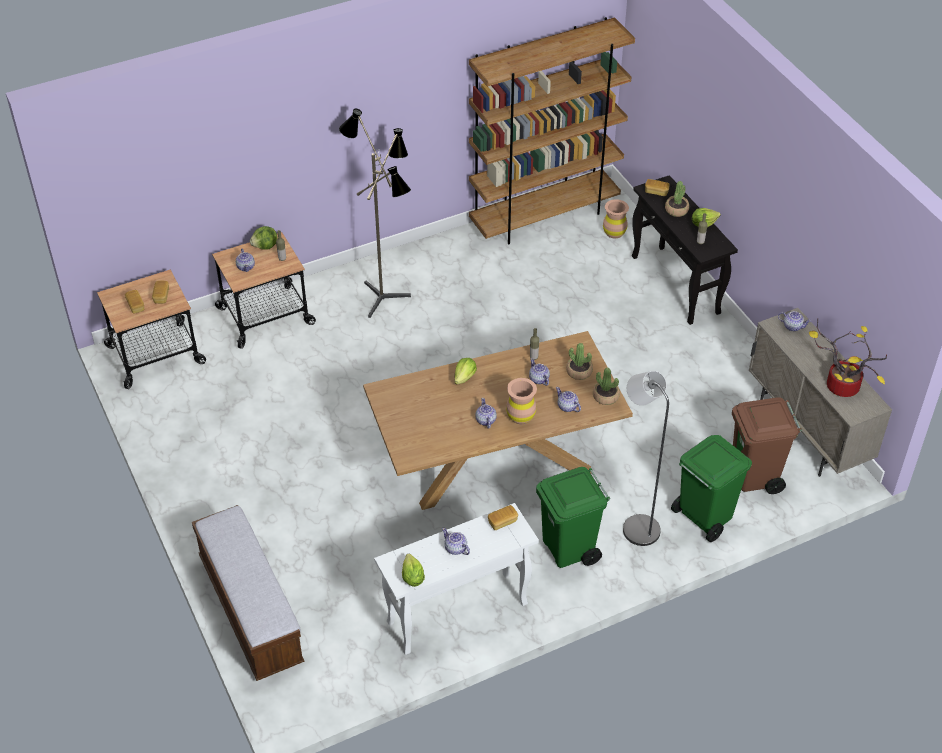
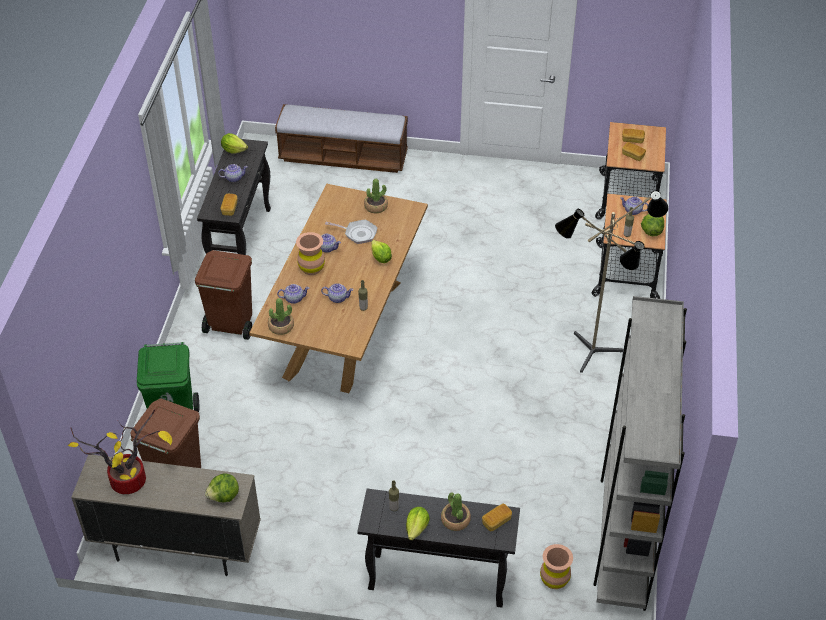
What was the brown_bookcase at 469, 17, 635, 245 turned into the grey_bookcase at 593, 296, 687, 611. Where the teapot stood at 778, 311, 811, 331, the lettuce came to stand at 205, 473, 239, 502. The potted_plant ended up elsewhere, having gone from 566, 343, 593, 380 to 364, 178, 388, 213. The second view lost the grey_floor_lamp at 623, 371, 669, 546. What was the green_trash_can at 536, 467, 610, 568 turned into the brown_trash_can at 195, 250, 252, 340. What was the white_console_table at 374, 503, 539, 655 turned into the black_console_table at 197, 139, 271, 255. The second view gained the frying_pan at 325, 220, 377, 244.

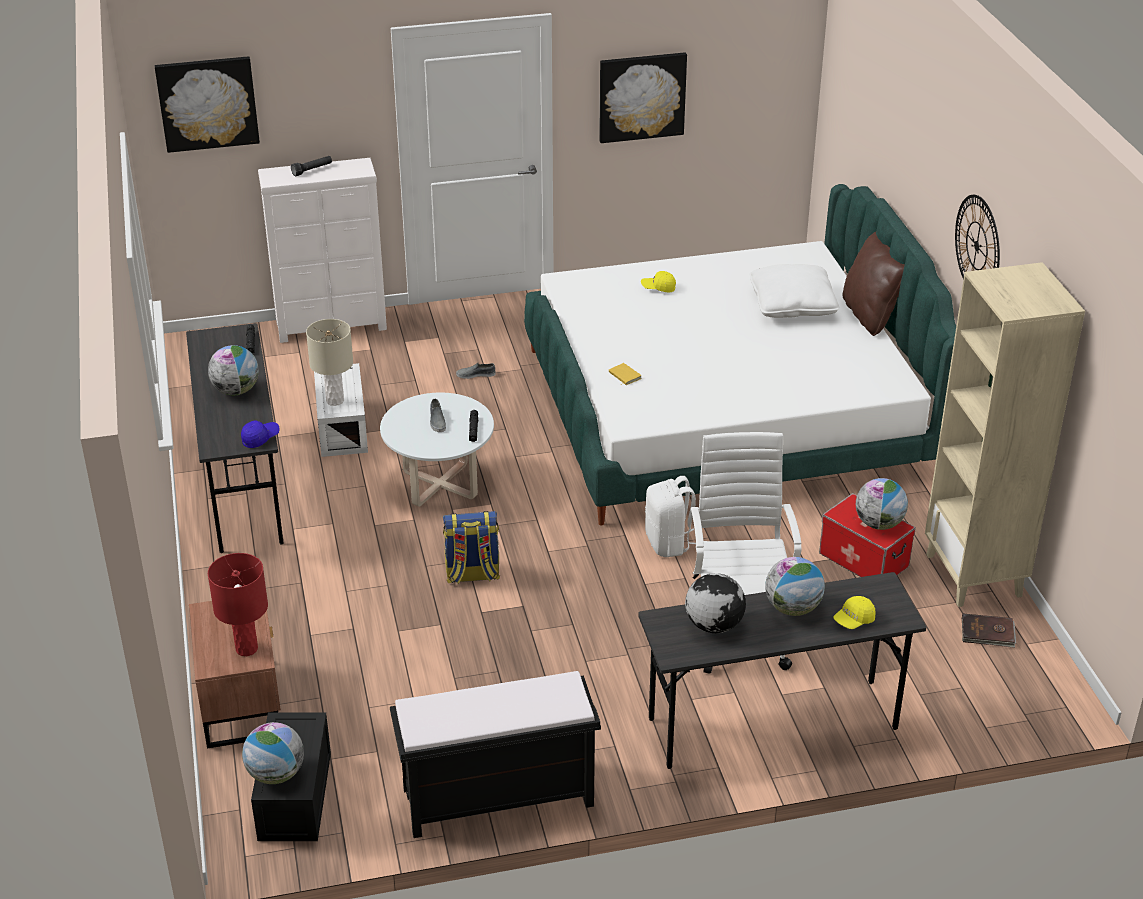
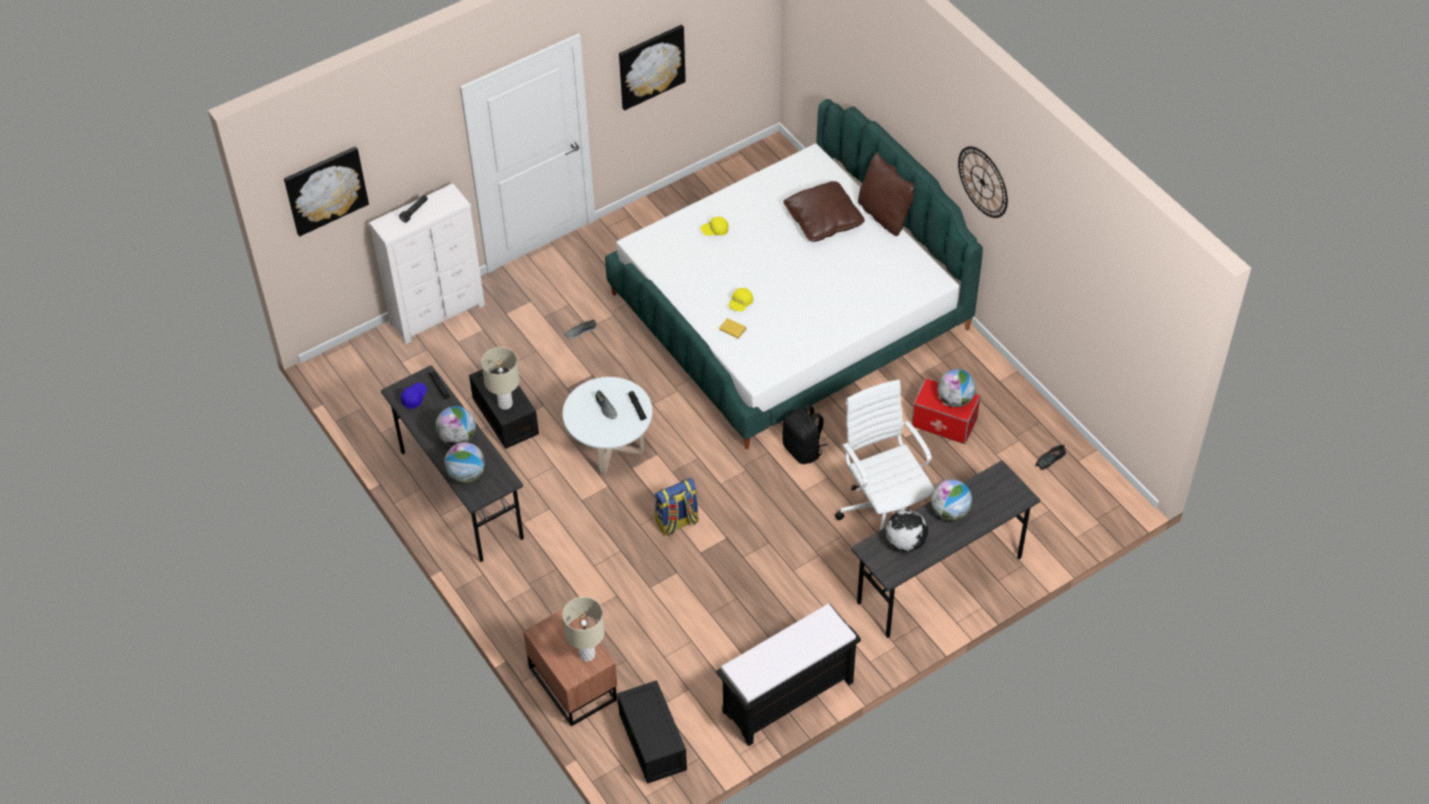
The second view lost the beige_bookcase at 925, 262, 1085, 607. What was the white_pillow at 749, 264, 839, 318 turned into the brown_pillow at 783, 181, 865, 242. What was the white_storage_box at 314, 363, 368, 457 turned into the black_storage_box at 469, 368, 539, 449. The blue_cap ended up elsewhere, having gone from 241, 421, 280, 448 to 401, 382, 427, 409. What was the white_backpack at 645, 476, 696, 557 turned into the black_backpack at 782, 404, 827, 464. What was the red_table_lamp at 208, 553, 268, 656 turned into the beige_table_lamp at 563, 597, 604, 661. The yellow_cap ended up elsewhere, having gone from 833, 596, 876, 629 to 728, 288, 753, 311. Where the brown_book stood at 962, 613, 1016, 648, the black_shoe came to stand at 1035, 445, 1066, 470. The globe ended up elsewhere, having gone from 242, 722, 304, 784 to 444, 442, 485, 483.

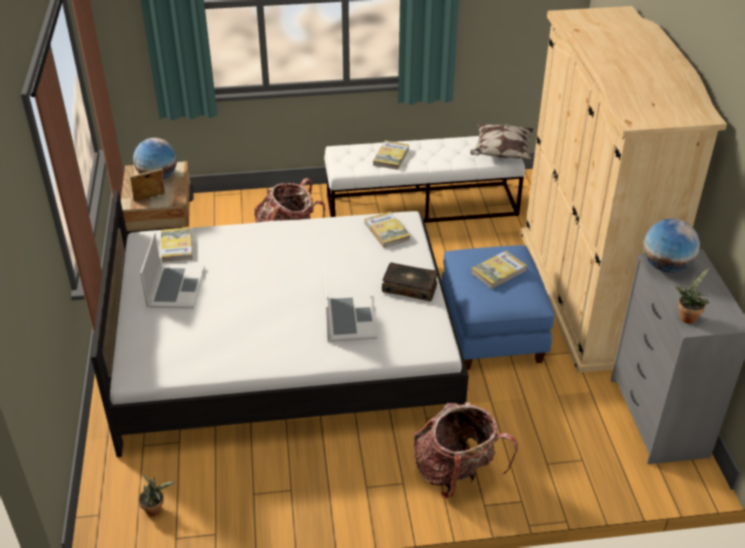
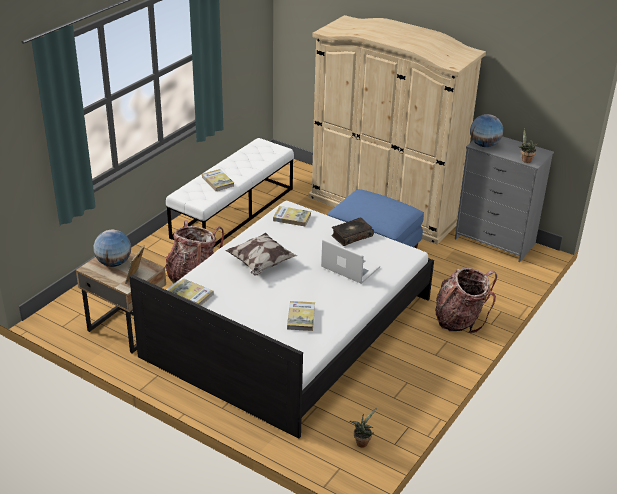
The pillow ended up elsewhere, having gone from 470, 124, 534, 159 to 225, 233, 297, 276. The second view lost the laptop at 140, 232, 205, 309. The book ended up elsewhere, having gone from 471, 251, 527, 289 to 287, 301, 315, 331.

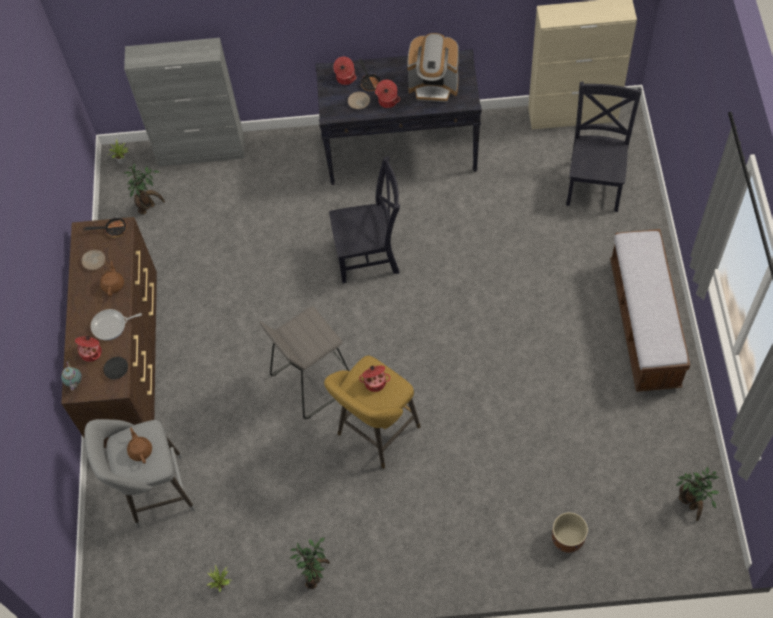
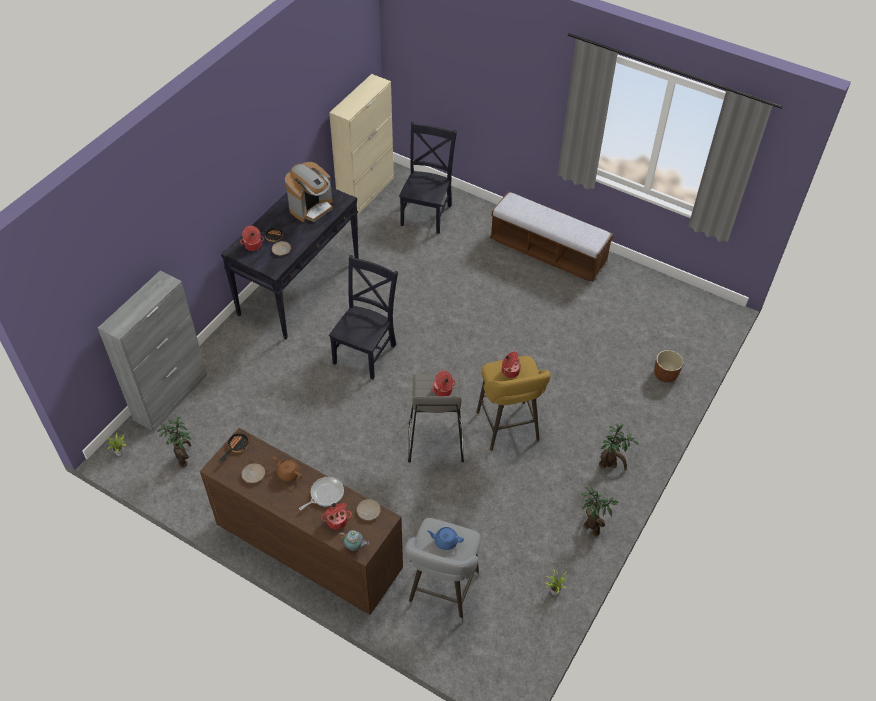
The cooking_pot ended up elsewhere, having gone from 375, 80, 400, 108 to 431, 371, 456, 396. The black_chair at 566, 82, 642, 212 ended up facing another way, 60 degrees clockwise from before. The frying_pan at 91, 309, 142, 340 ended up facing another way, 150 degrees counterclockwise from before. What was the black_plate at 103, 357, 128, 380 turned into the beige_plate at 357, 499, 381, 520. What was the brown_teapot at 127, 427, 152, 464 turned into the blue_teapot at 427, 527, 464, 550. The potted_plant ended up elsewhere, having gone from 676, 466, 720, 521 to 599, 424, 639, 470.

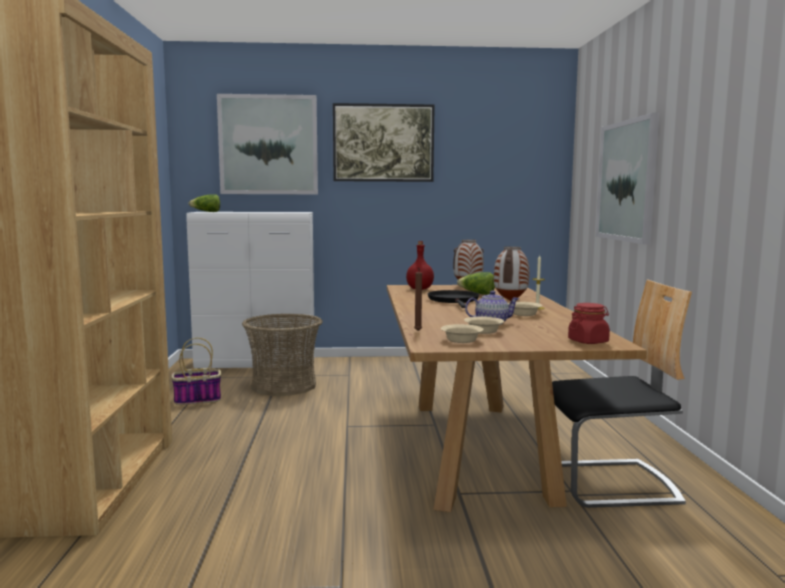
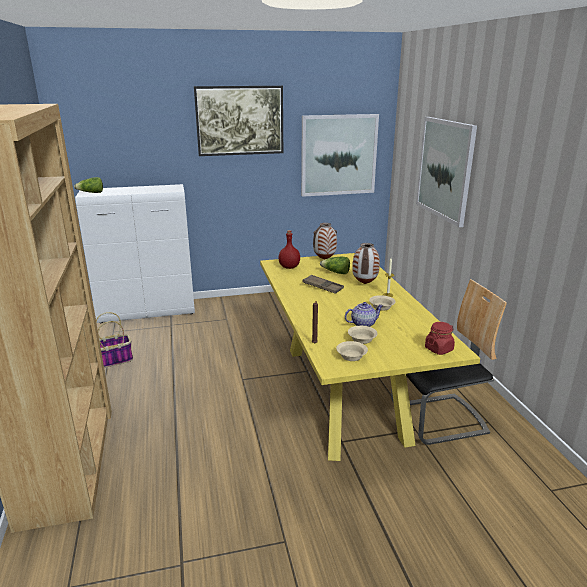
The picture ended up elsewhere, having gone from 217, 94, 318, 195 to 301, 114, 379, 197. What was the brown_dining_table at 387, 285, 647, 512 turned into the yellow_dining_table at 260, 253, 480, 461. Where the black_frying_pan stood at 427, 290, 479, 308, the brown_tray came to stand at 303, 275, 344, 294. The second view lost the basket at 242, 313, 323, 396.

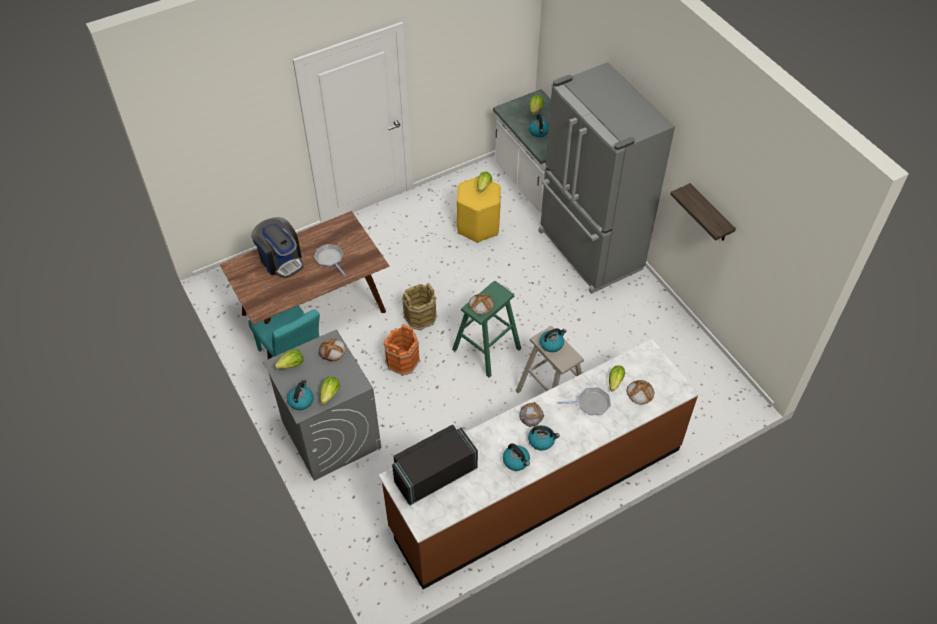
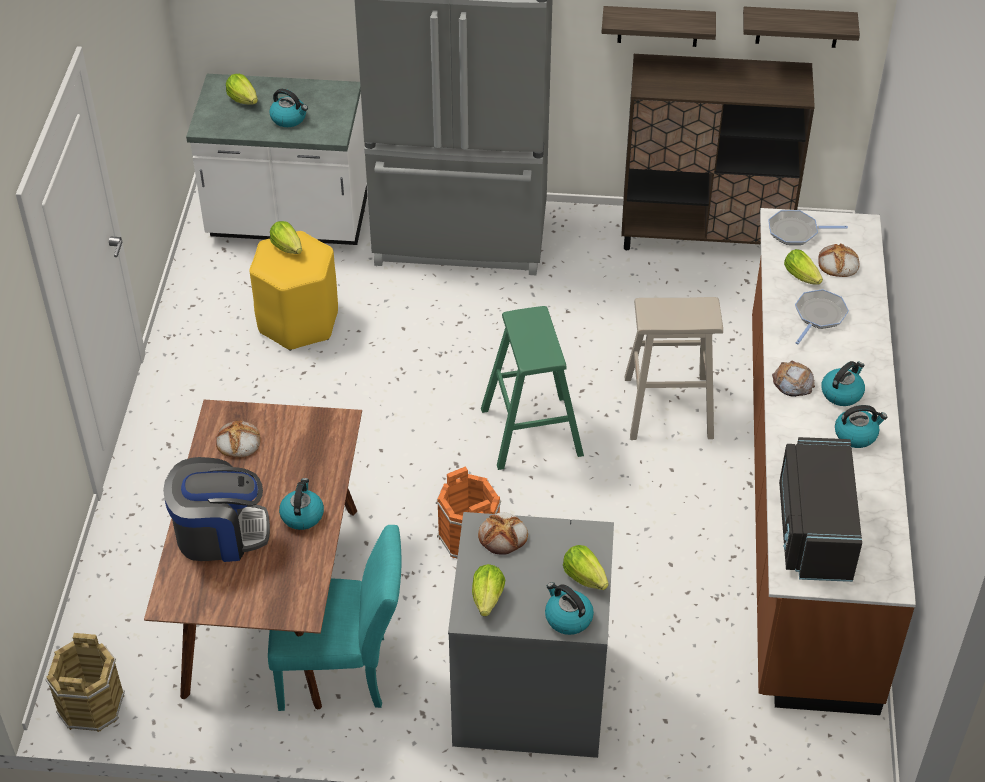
The frying_pan ended up elsewhere, having gone from 314, 244, 346, 276 to 768, 210, 848, 245. The brown_bucket ended up elsewhere, having gone from 402, 283, 437, 330 to 45, 633, 125, 732. The bread ended up elsewhere, having gone from 469, 293, 494, 315 to 216, 420, 261, 458. The kettle ended up elsewhere, having gone from 540, 328, 566, 352 to 279, 478, 324, 530. The second view gained the shelf at 743, 7, 860, 48. The second view gained the brown_cabinet at 621, 54, 815, 250.

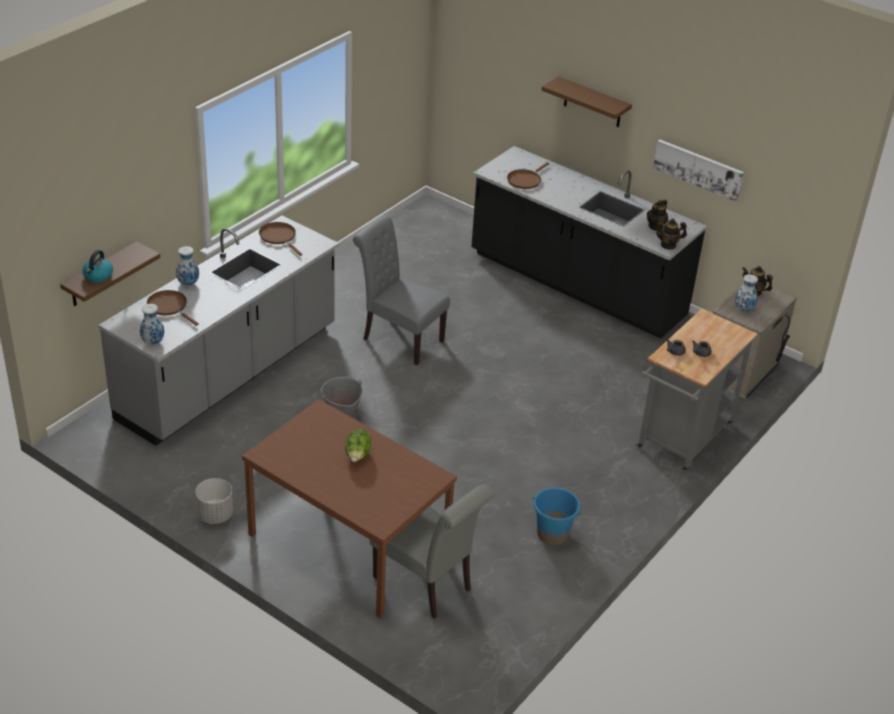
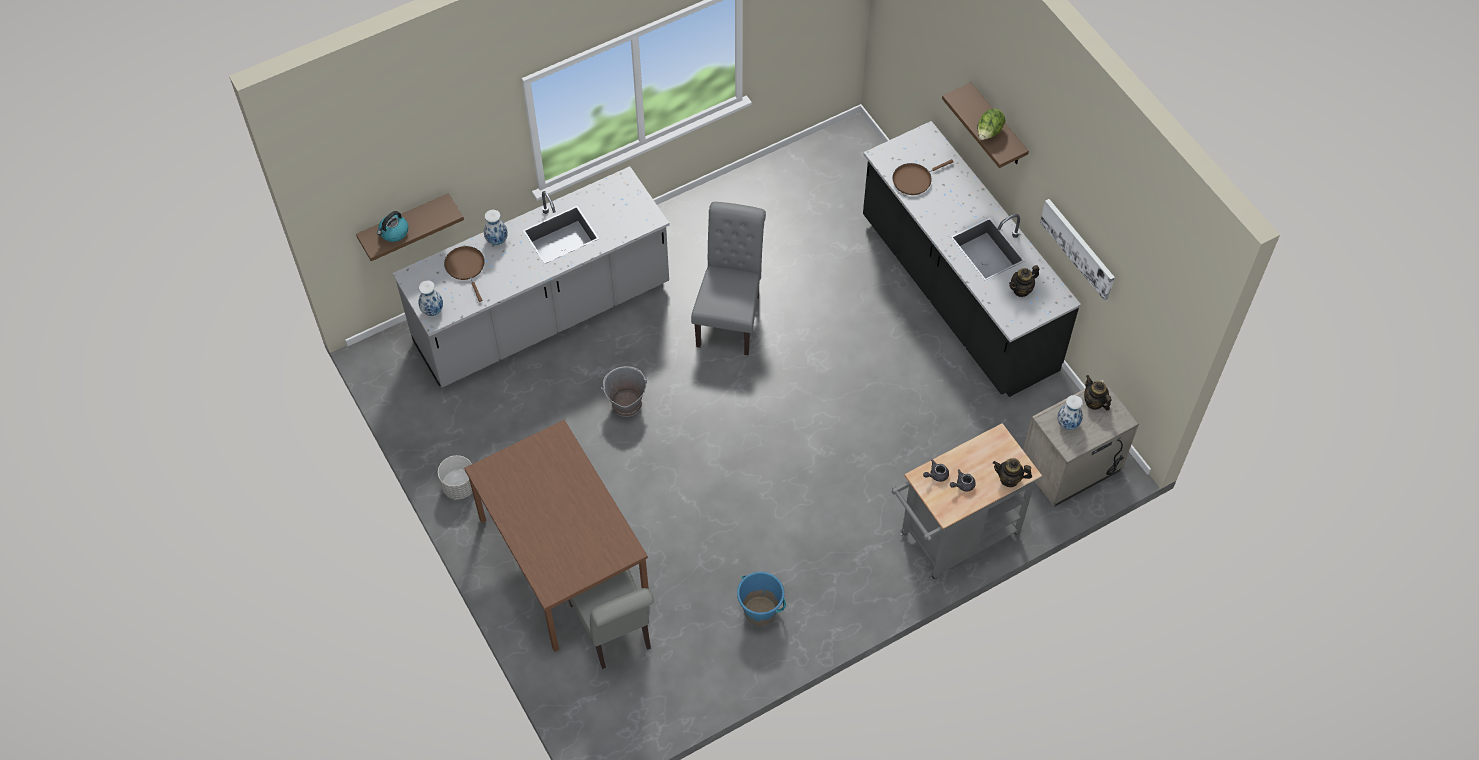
The grey_chair at 353, 215, 450, 365 ended up facing another way, 45 degrees clockwise from before. The teapot ended up elsewhere, having gone from 655, 219, 687, 250 to 993, 458, 1032, 487. The second view lost the brown_frying_pan at 259, 222, 302, 256. The lettuce ended up elsewhere, having gone from 345, 429, 372, 462 to 978, 109, 1005, 140.

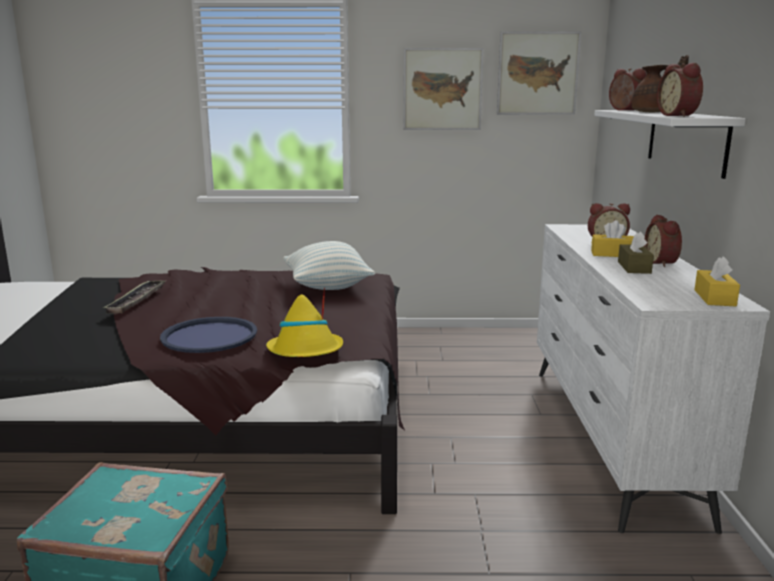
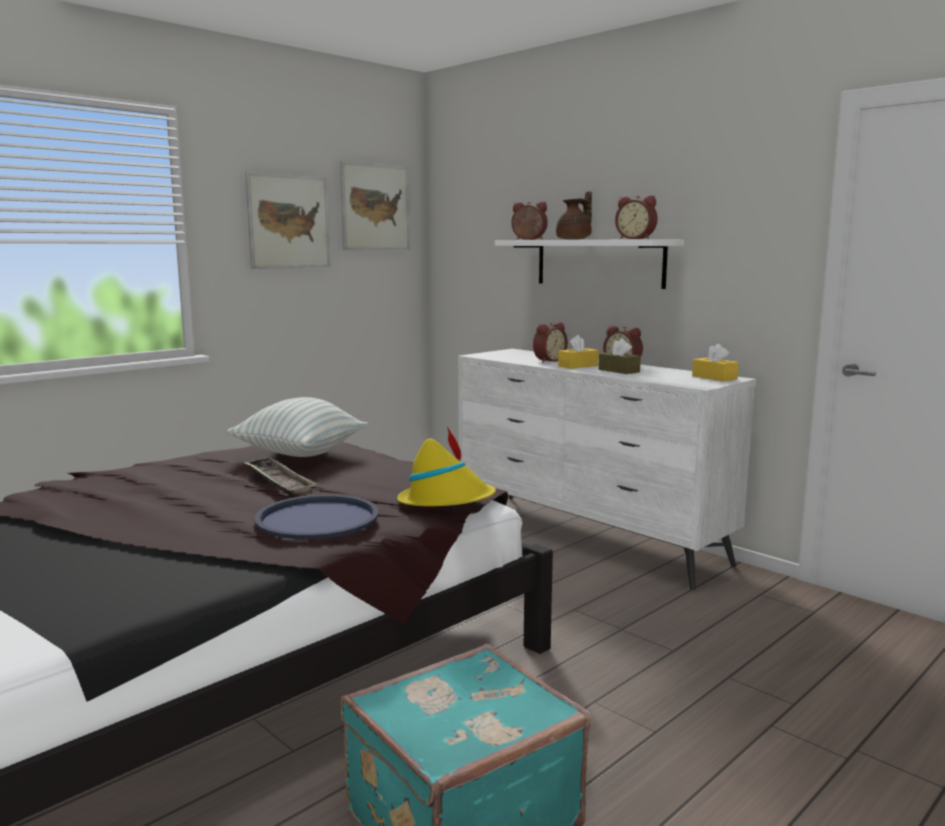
The tray ended up elsewhere, having gone from 103, 281, 165, 314 to 245, 456, 317, 498.

